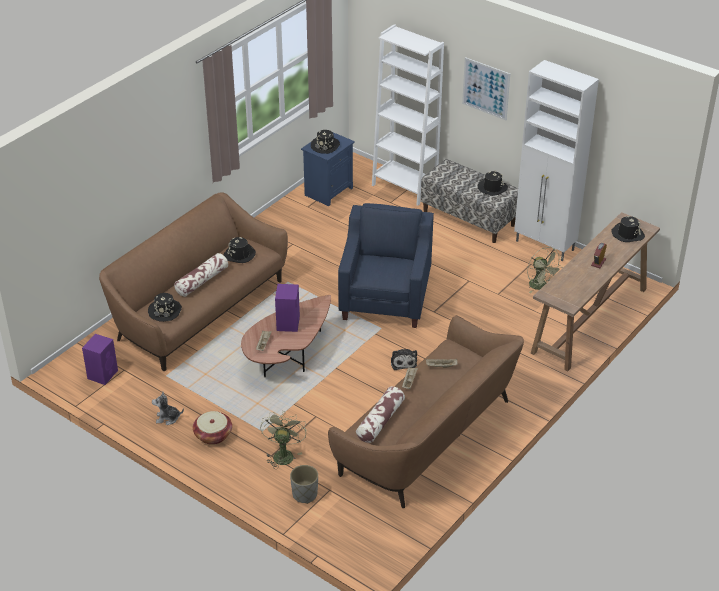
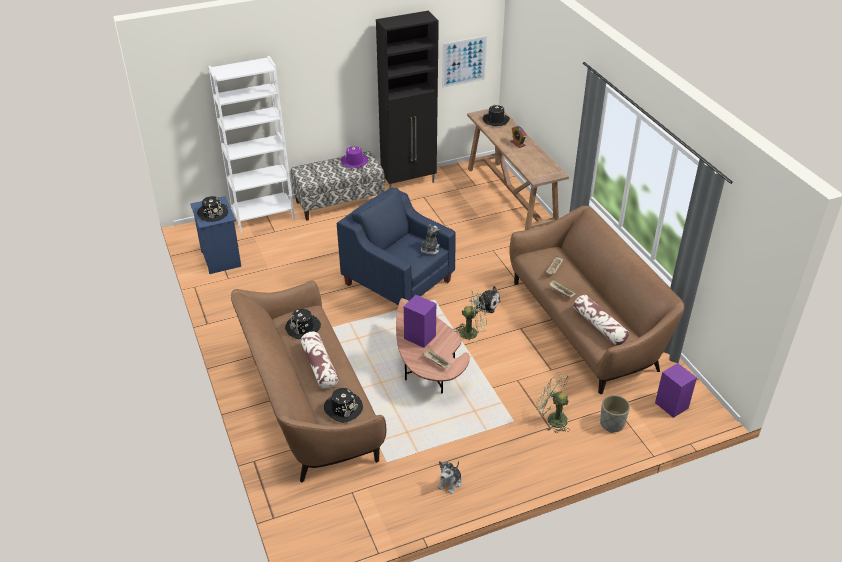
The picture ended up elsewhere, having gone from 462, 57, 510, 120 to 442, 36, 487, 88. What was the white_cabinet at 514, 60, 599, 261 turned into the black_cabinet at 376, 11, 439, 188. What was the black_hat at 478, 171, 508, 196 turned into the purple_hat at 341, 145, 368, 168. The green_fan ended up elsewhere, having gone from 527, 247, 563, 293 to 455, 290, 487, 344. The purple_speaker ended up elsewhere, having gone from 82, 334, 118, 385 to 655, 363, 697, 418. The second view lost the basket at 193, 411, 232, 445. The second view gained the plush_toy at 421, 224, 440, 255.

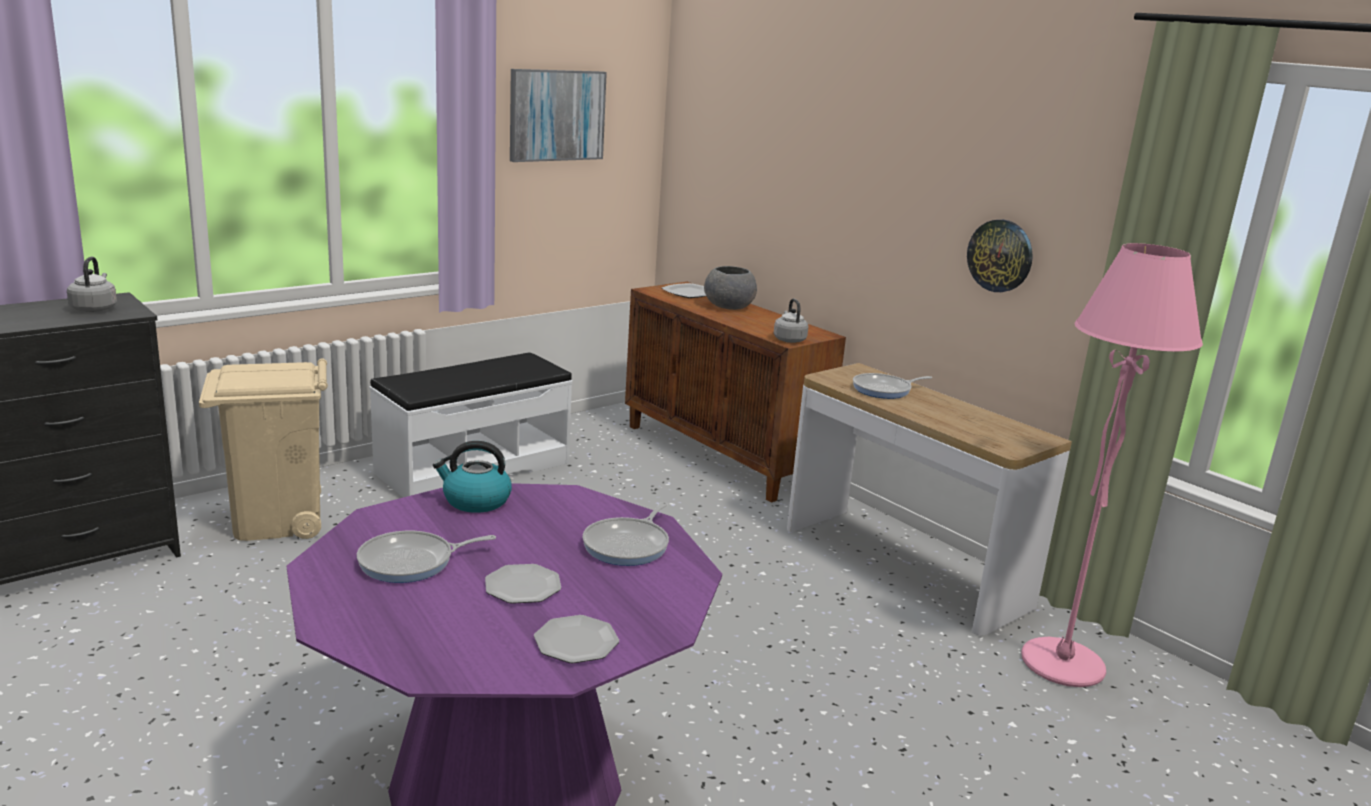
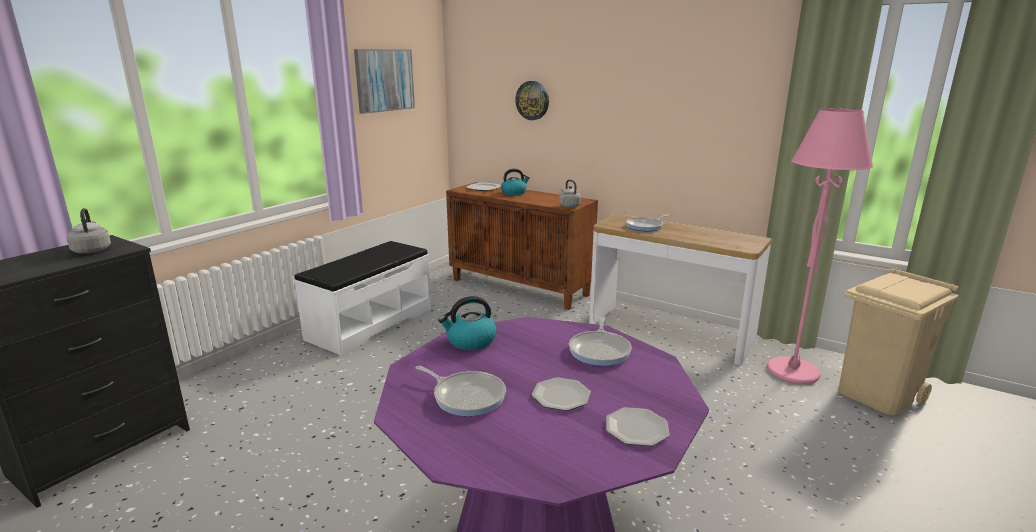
The wall_clock ended up elsewhere, having gone from 967, 220, 1033, 292 to 515, 81, 549, 120. Where the grey_bowl stood at 704, 266, 757, 310, the kettle came to stand at 501, 169, 530, 195. The beige_trash_can ended up elsewhere, having gone from 199, 358, 328, 541 to 839, 268, 959, 415. The frying_pan at 357, 531, 496, 583 ended up facing another way, 105 degrees counterclockwise from before.

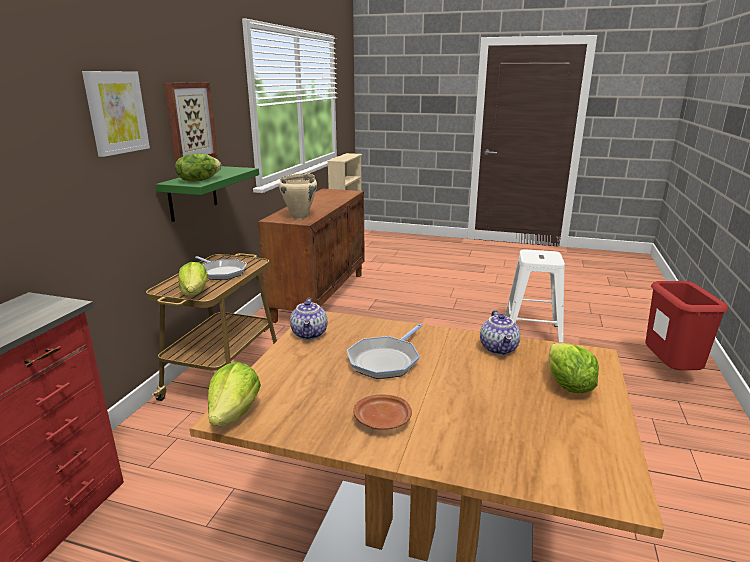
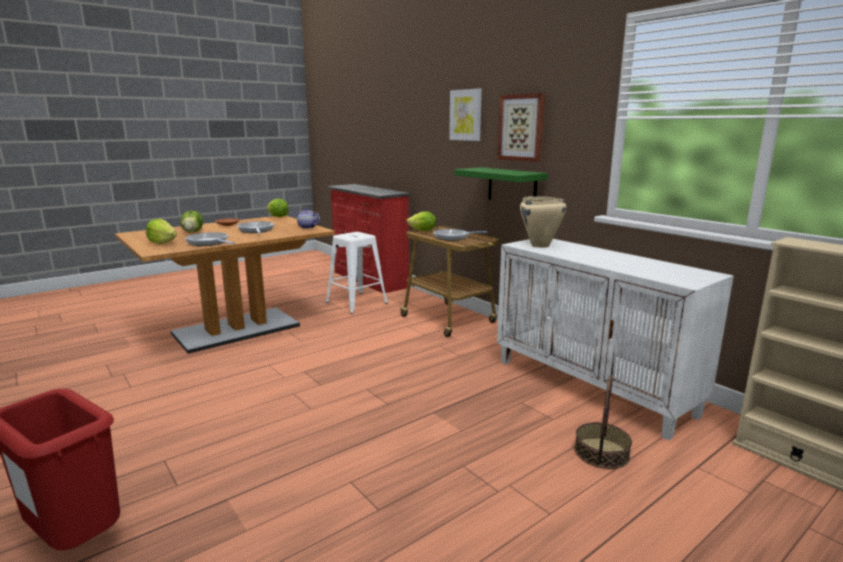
The lettuce ended up elsewhere, having gone from 175, 153, 221, 182 to 180, 211, 203, 233. What was the brown_cabinet at 258, 189, 365, 323 turned into the white_cabinet at 497, 239, 734, 440. The white_stool ended up elsewhere, having gone from 505, 249, 565, 343 to 325, 232, 388, 314. Where the teapot stood at 480, 310, 520, 355, the frying_pan came to stand at 185, 232, 235, 246. The second view gained the basket at 574, 375, 632, 469.

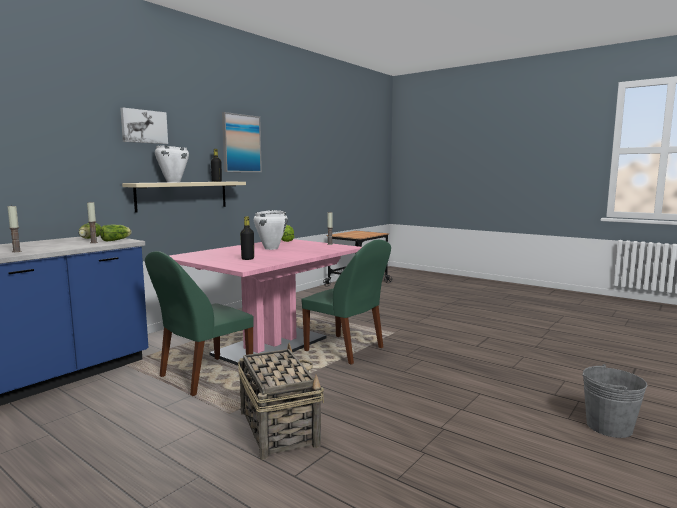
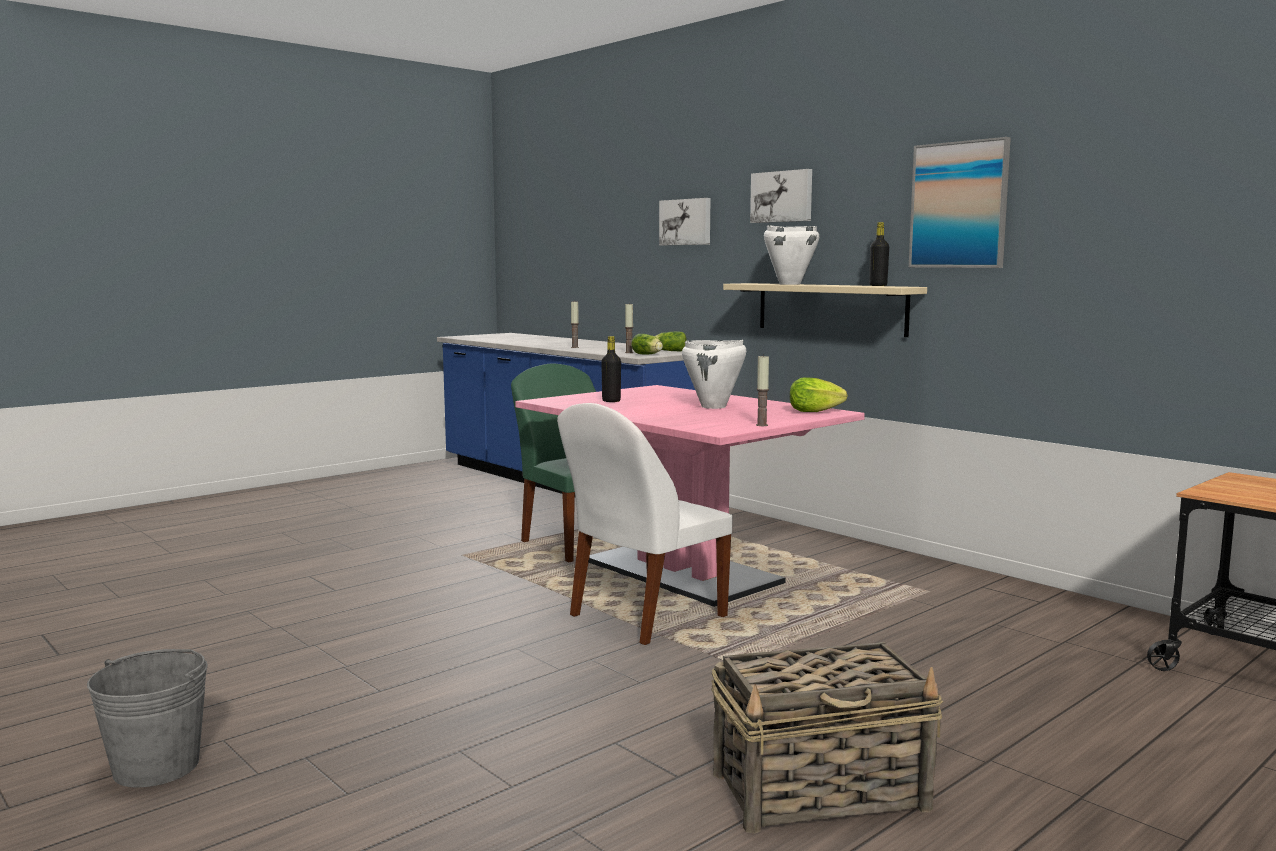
What was the green_chair at 301, 240, 391, 365 turned into the white_chair at 557, 403, 733, 645. The basket ended up elsewhere, having gone from 238, 343, 324, 460 to 711, 642, 943, 834. The second view gained the picture at 659, 198, 710, 245.

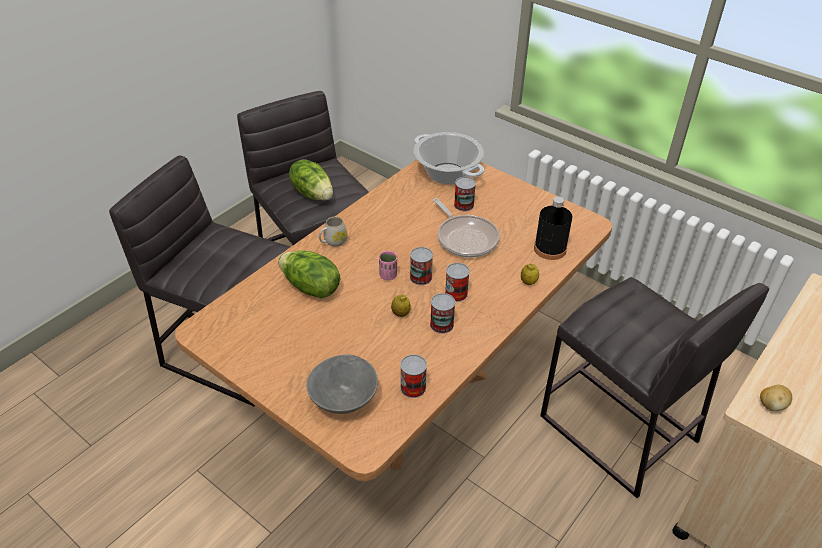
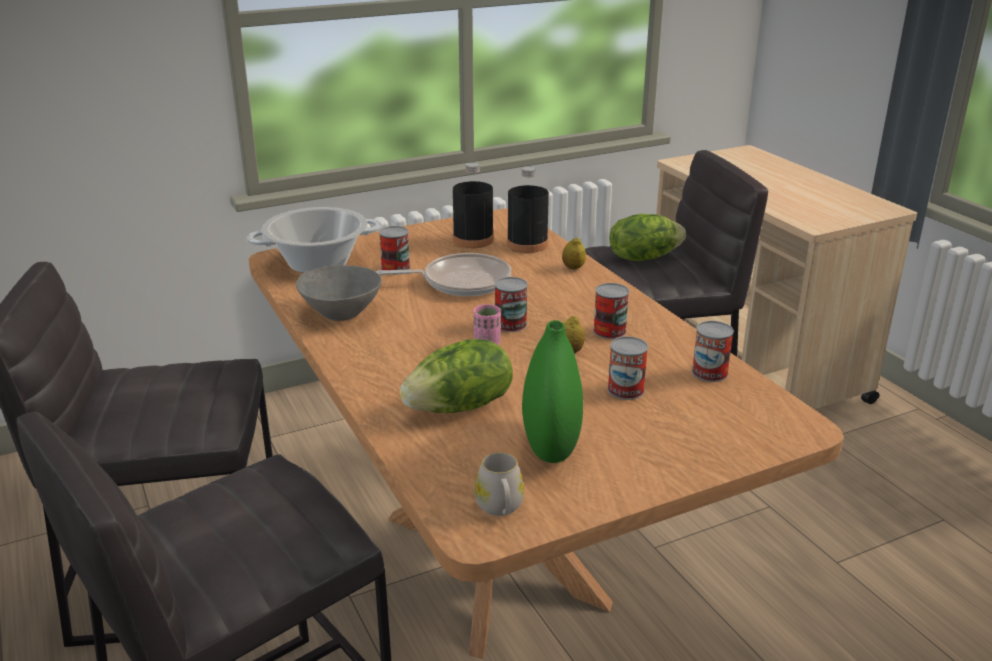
The lettuce ended up elsewhere, having gone from 289, 159, 333, 200 to 610, 214, 686, 261. The white_mug ended up elsewhere, having gone from 319, 217, 348, 247 to 474, 452, 524, 516. The can ended up elsewhere, having gone from 445, 263, 470, 302 to 607, 336, 648, 400. The grey_bowl ended up elsewhere, having gone from 306, 354, 378, 414 to 296, 265, 382, 321. The second view lost the potato at 760, 385, 792, 411. The second view gained the black_bottle at 453, 163, 494, 248. The second view gained the green_vase at 522, 320, 583, 463.

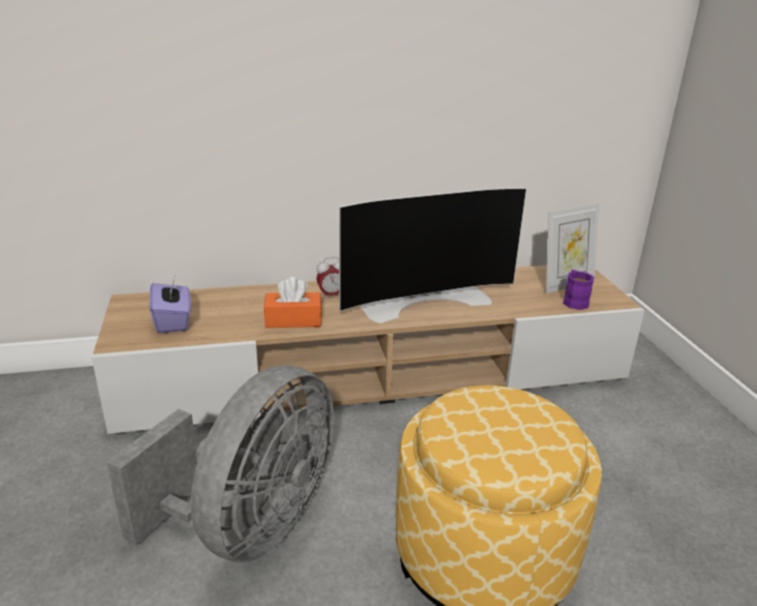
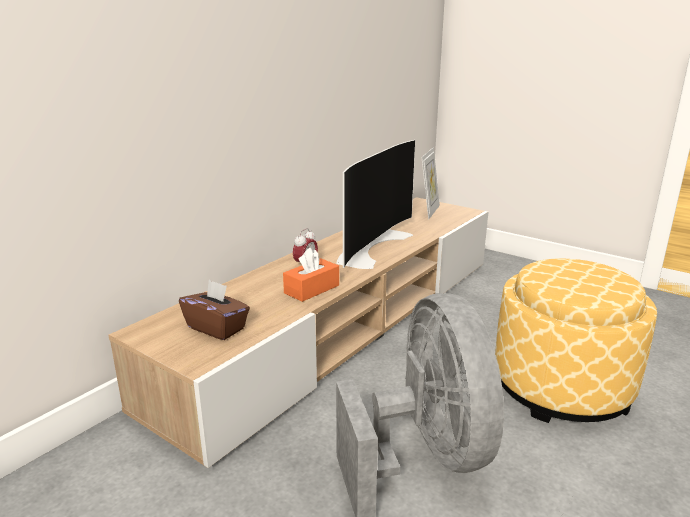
The second view lost the purple_mug at 563, 270, 594, 310. What was the purple_tissue_box at 149, 277, 191, 334 turned into the brown_tissue_box at 179, 280, 250, 340.

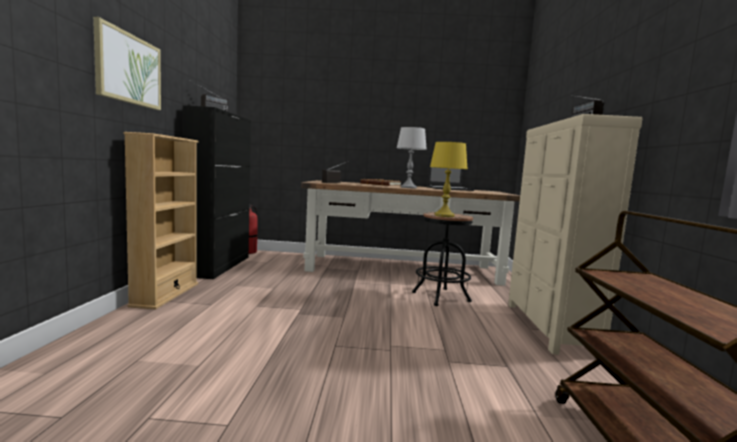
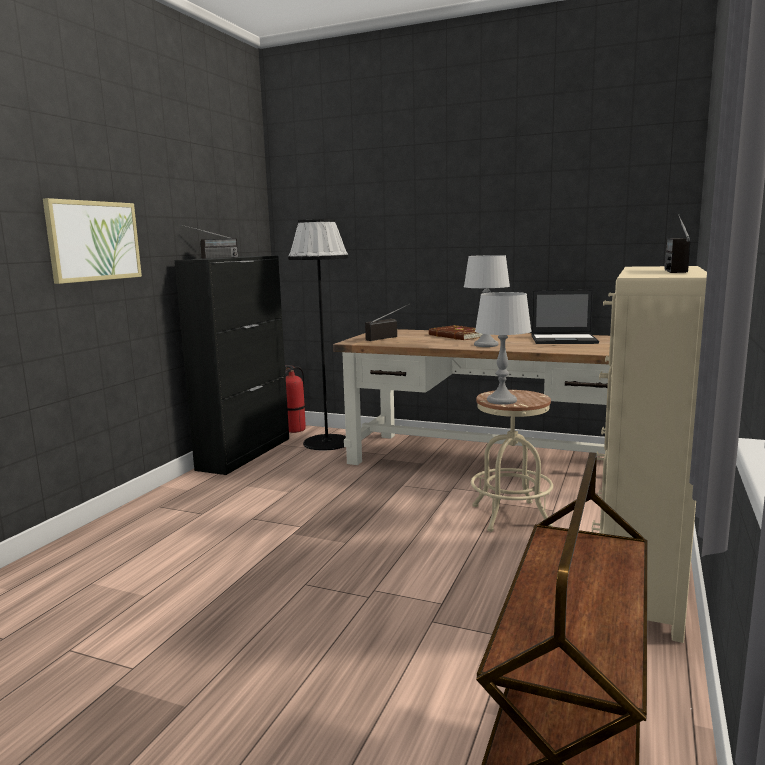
The second view lost the beige_bookcase at 123, 132, 198, 310. What was the yellow_table_lamp at 430, 142, 467, 217 turned into the grey_table_lamp at 475, 292, 532, 405. What was the black_stool at 412, 212, 473, 306 turned into the beige_stool at 471, 390, 553, 532. The second view gained the black_floor_lamp at 288, 219, 348, 450.

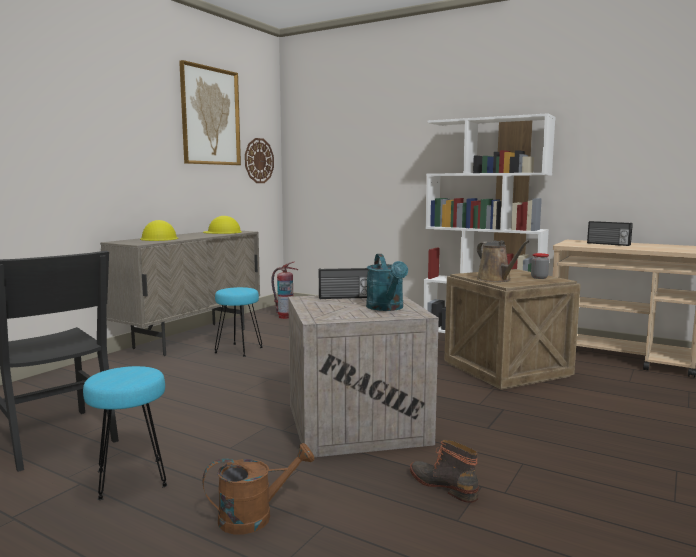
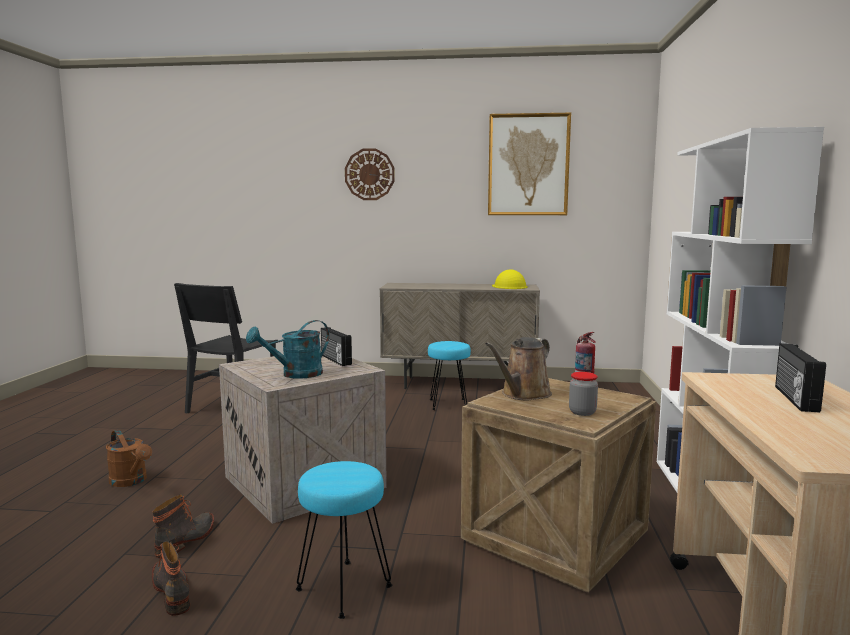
The wall_clock ended up elsewhere, having gone from 245, 138, 274, 183 to 345, 148, 395, 200. The second view lost the yellow_hard_hat at 140, 220, 178, 241. The turquoise_stool ended up elsewhere, having gone from 83, 366, 168, 500 to 296, 461, 392, 619. The second view gained the boot at 152, 541, 190, 616.

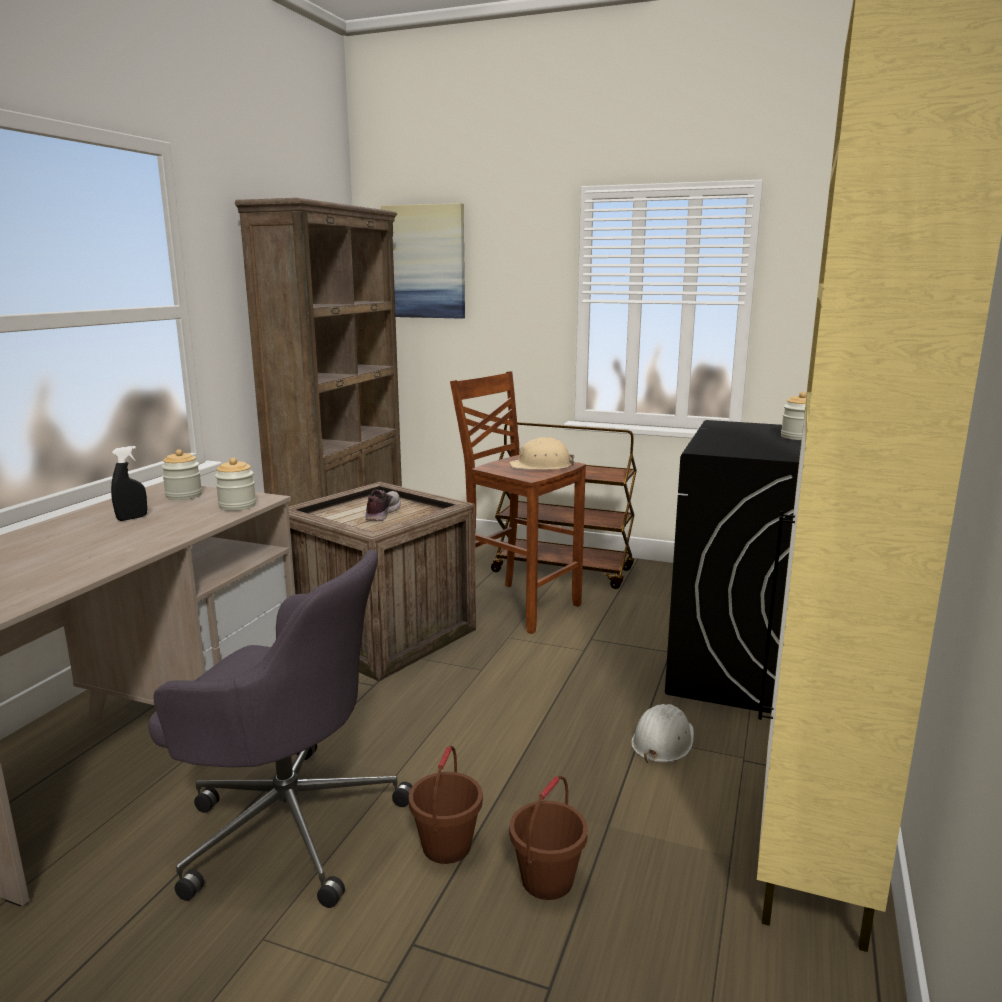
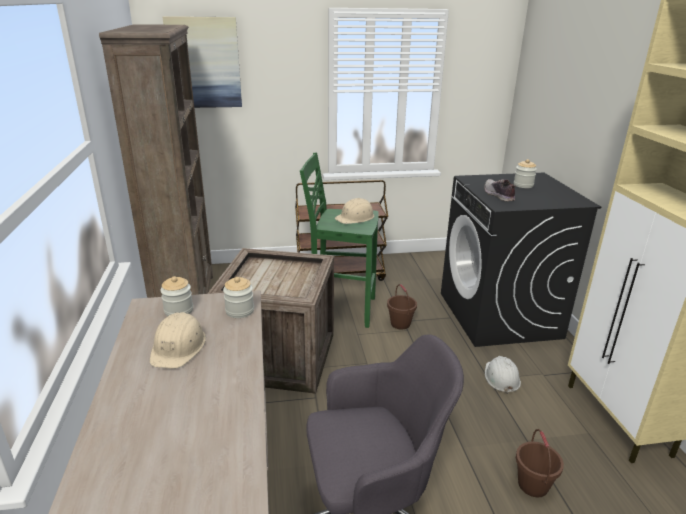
What was the brown_stool at 450, 371, 586, 634 turned into the green_stool at 300, 152, 379, 328. Where the black_spray_bottle stood at 111, 446, 147, 521, the beige_hard_hat came to stand at 150, 312, 206, 369. The shoe ended up elsewhere, having gone from 365, 489, 401, 521 to 484, 179, 516, 201. The brown_bucket ended up elsewhere, having gone from 409, 746, 483, 864 to 387, 284, 417, 329.

